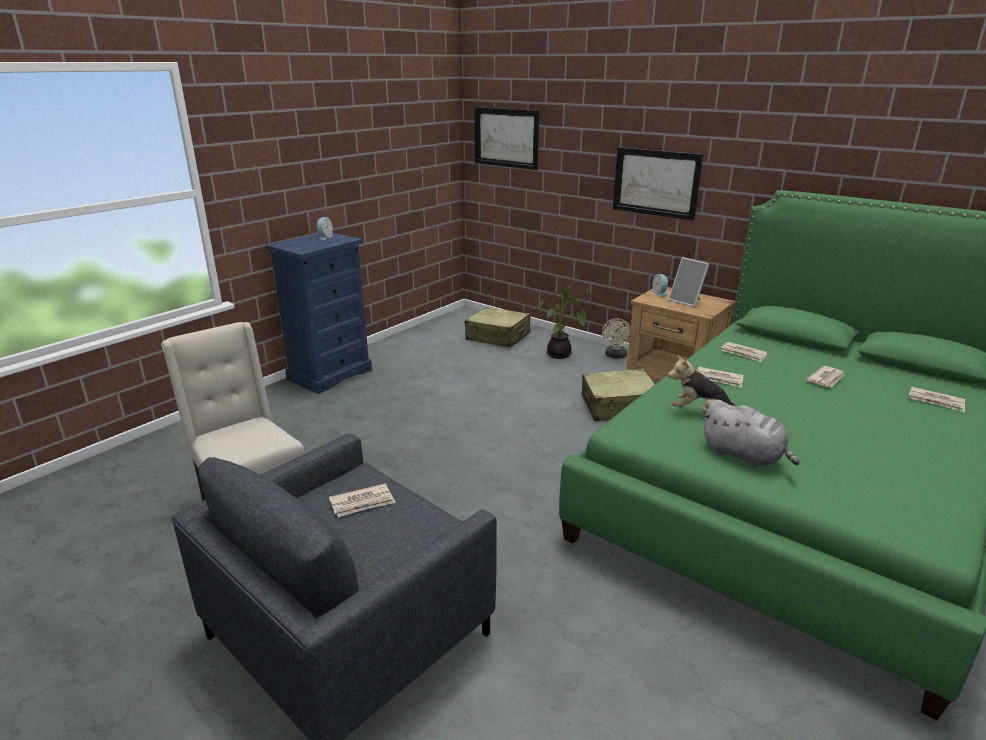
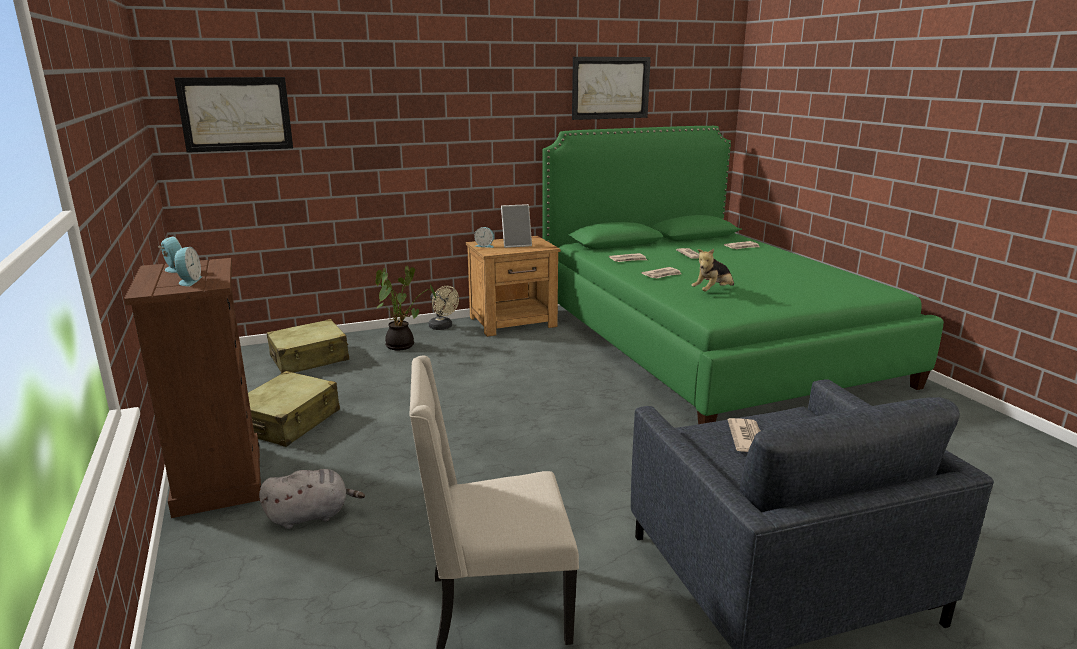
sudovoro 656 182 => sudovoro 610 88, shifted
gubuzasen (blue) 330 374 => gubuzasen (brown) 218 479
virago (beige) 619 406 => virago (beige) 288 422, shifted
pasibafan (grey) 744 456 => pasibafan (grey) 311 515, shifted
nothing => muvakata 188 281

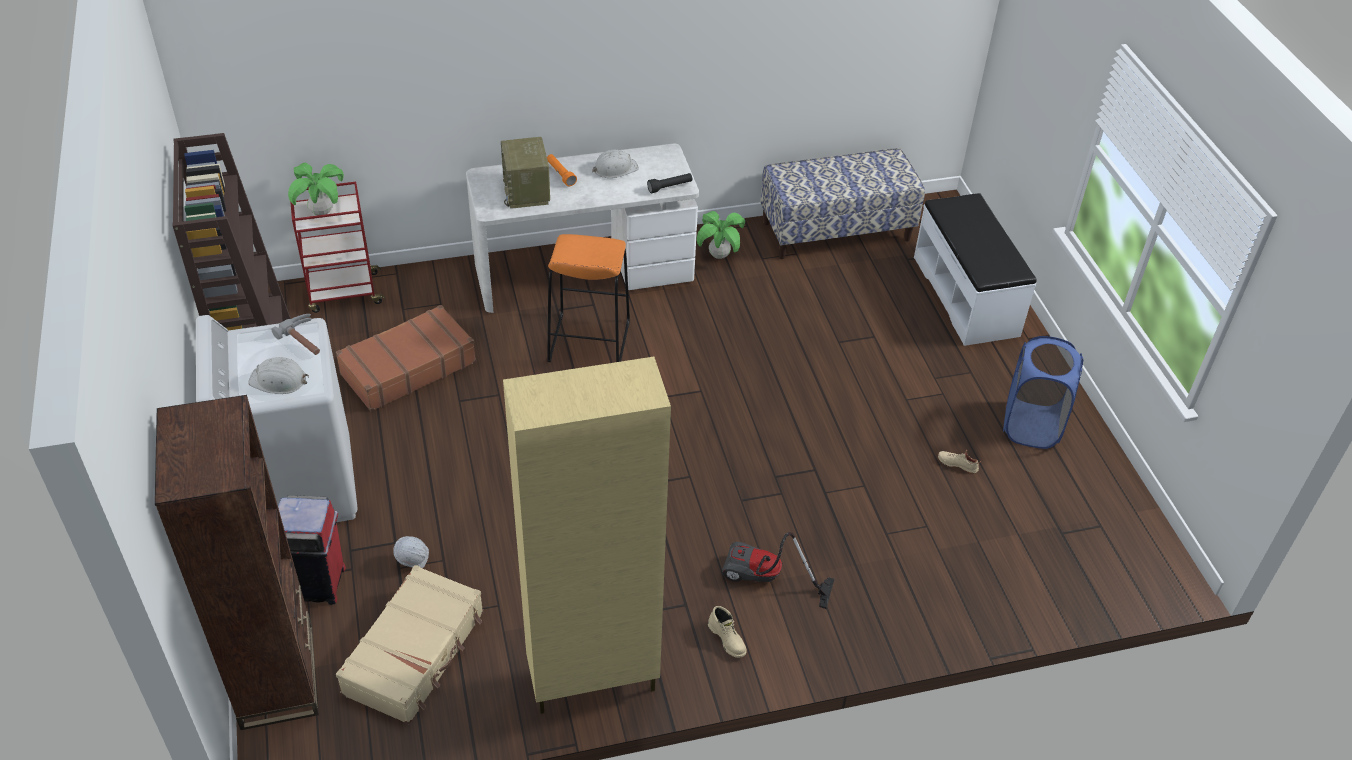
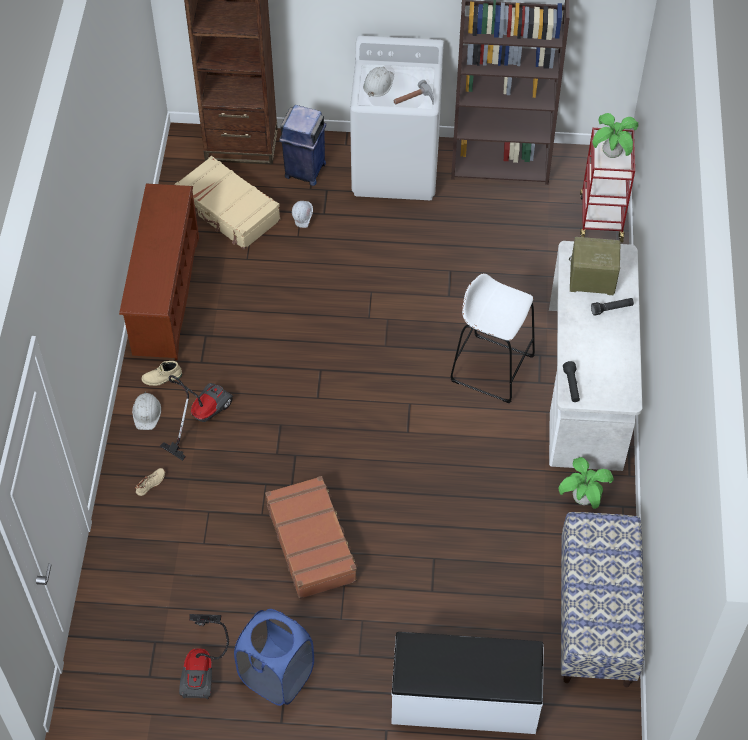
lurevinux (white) 615 168 => lurevinux (white) 147 412, shifted
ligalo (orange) 560 174 => ligalo (black) 611 309
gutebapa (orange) 588 342 => gutebapa (white) 492 368
virago (brown) 407 368 => virago (brown) 312 543, shifted
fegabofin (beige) 591 681 => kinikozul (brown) 165 295
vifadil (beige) 957 464 => vifadil (beige) 151 484, shifted
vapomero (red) 318 584 => vapomero (blue) 304 171
nothing => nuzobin 203 665

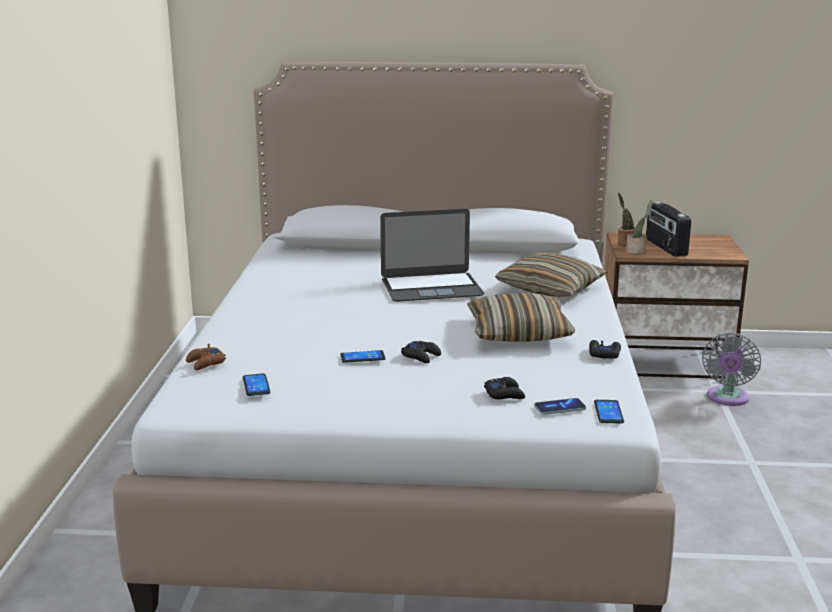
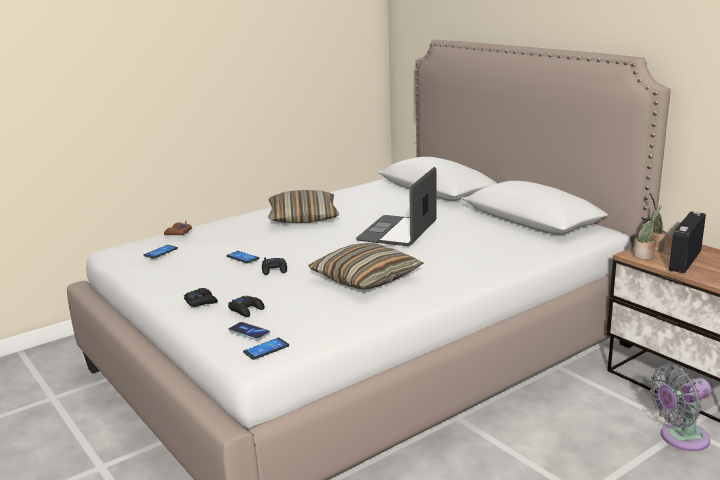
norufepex 431 287 => norufepex 397 231, 75 degrees clockwise
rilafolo 550 288 => rilafolo 303 217, shifted
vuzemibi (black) 604 354 => vuzemibi (black) 201 301, shifted

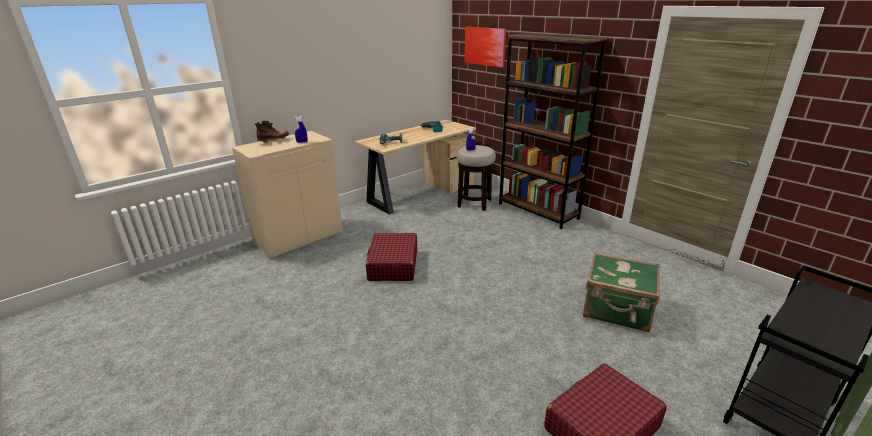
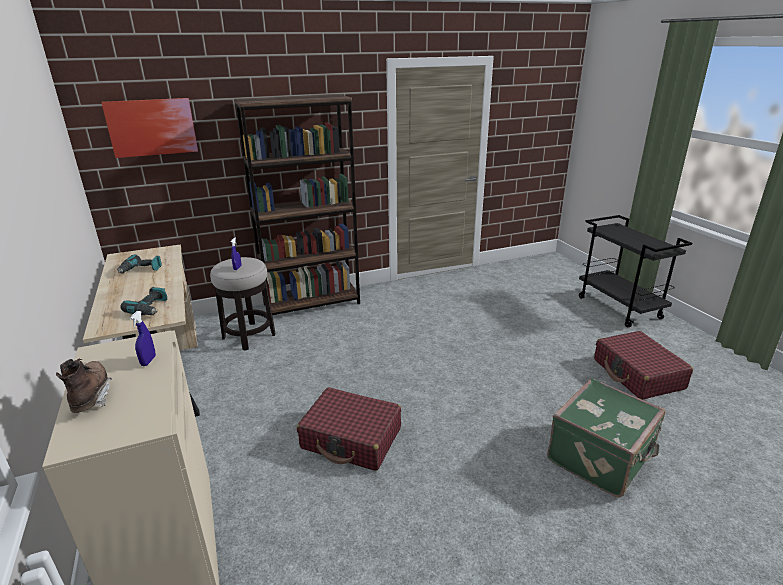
virago (green) 617 310 => virago (green) 601 458, shifted

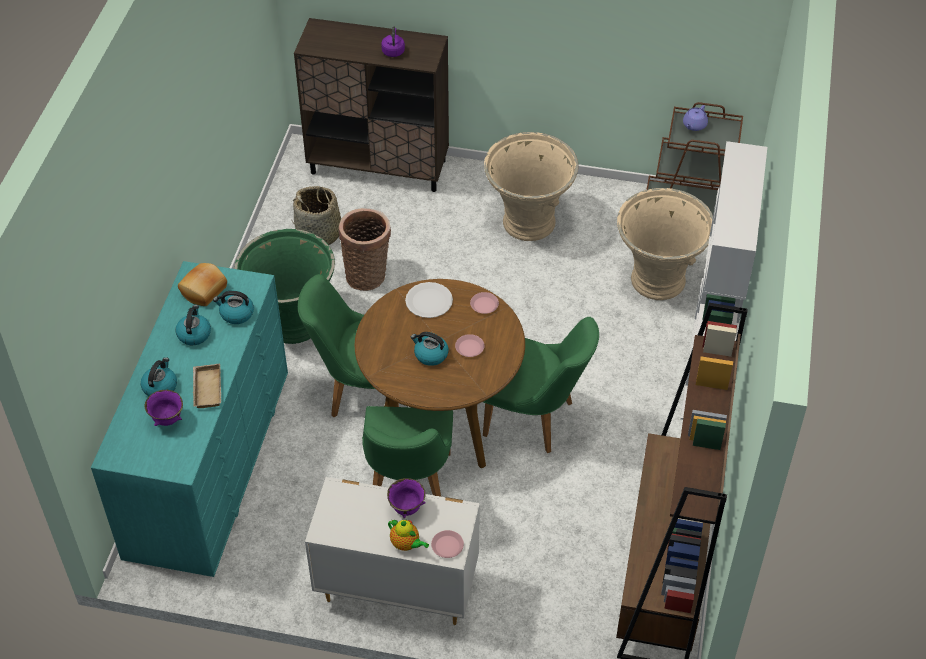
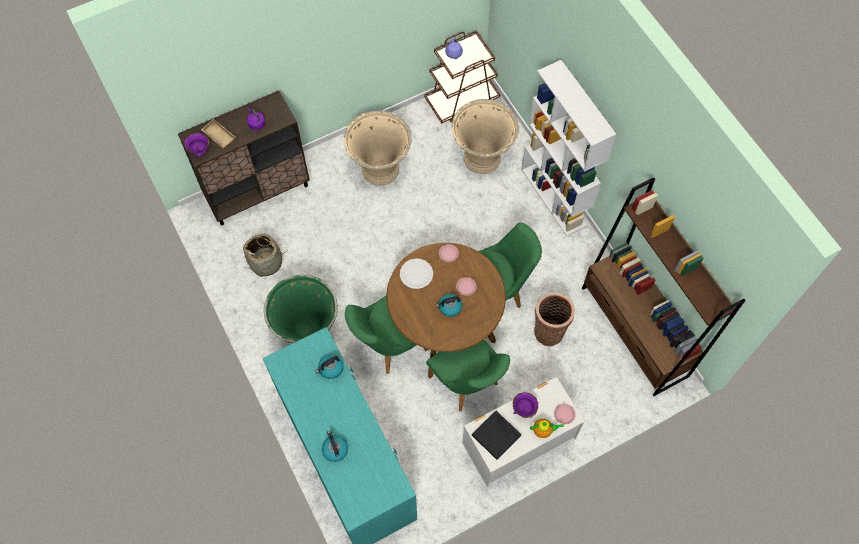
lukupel 367 274 => lukupel 549 330, shifted
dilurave 204 291 => nothing
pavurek 194 334 => nothing
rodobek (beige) 206 388 => rodobek (beige) 218 136, shifted
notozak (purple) 167 420 => notozak (purple) 200 151, shifted
nothing => rodobek (black) 495 435

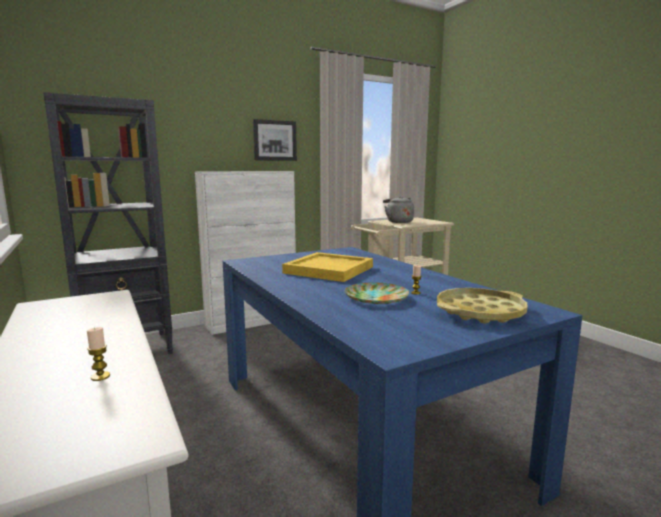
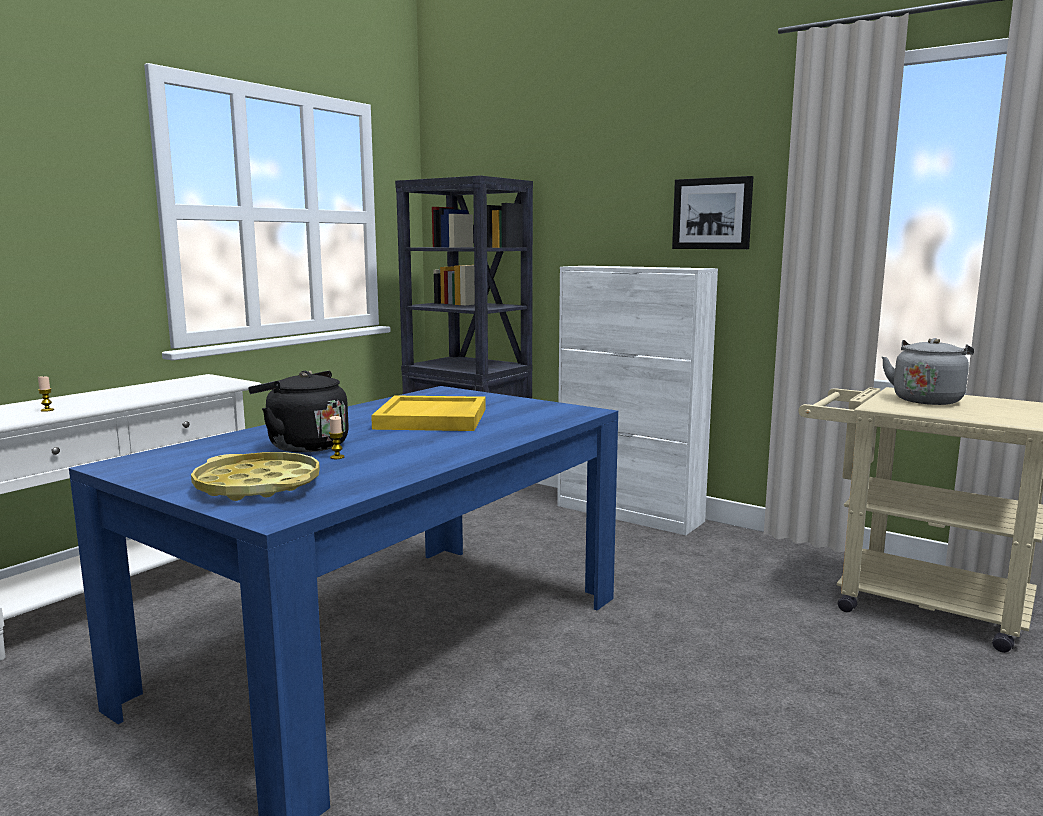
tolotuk 375 297 => pavurek (black) 303 446

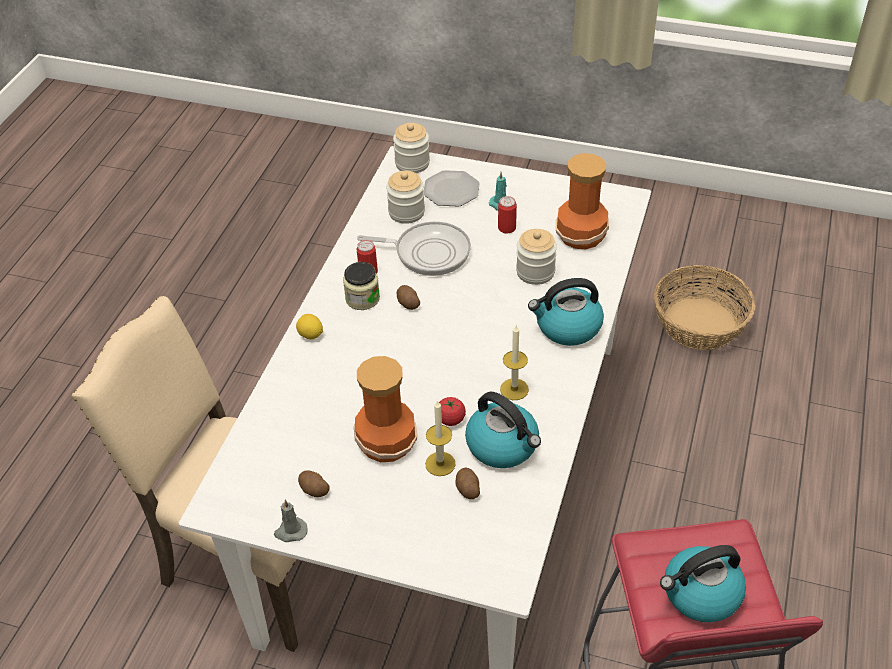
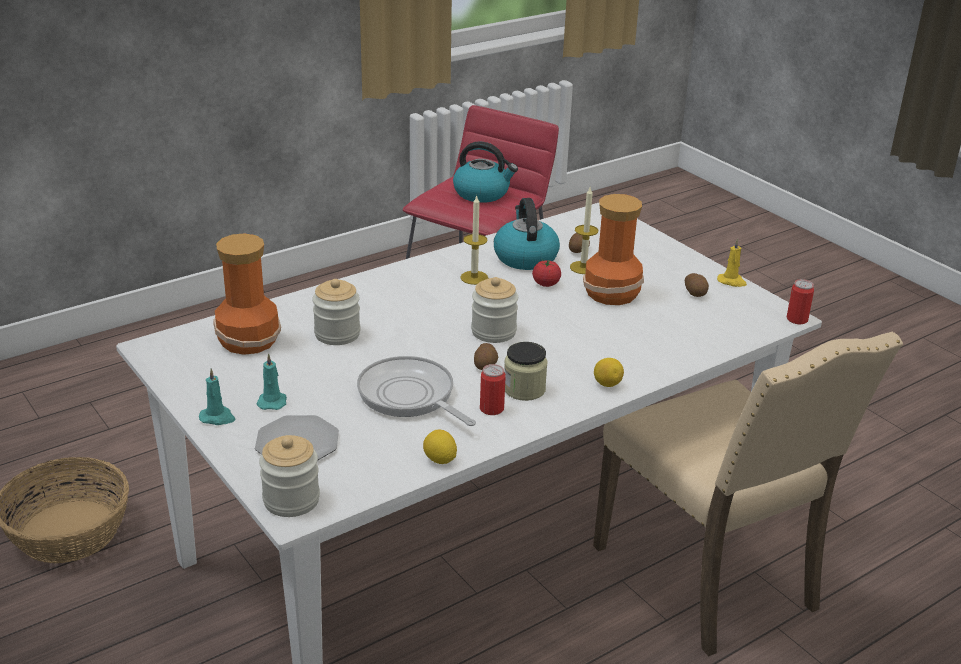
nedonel 406 212 => nedonel 493 332, shifted
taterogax 507 228 => taterogax 797 319, shifted
pavurek 567 327 => nothing
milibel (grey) 290 531 => milibel (yellow) 732 281
nothing => milibel (turquoise) 218 418
nothing => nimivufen 439 460

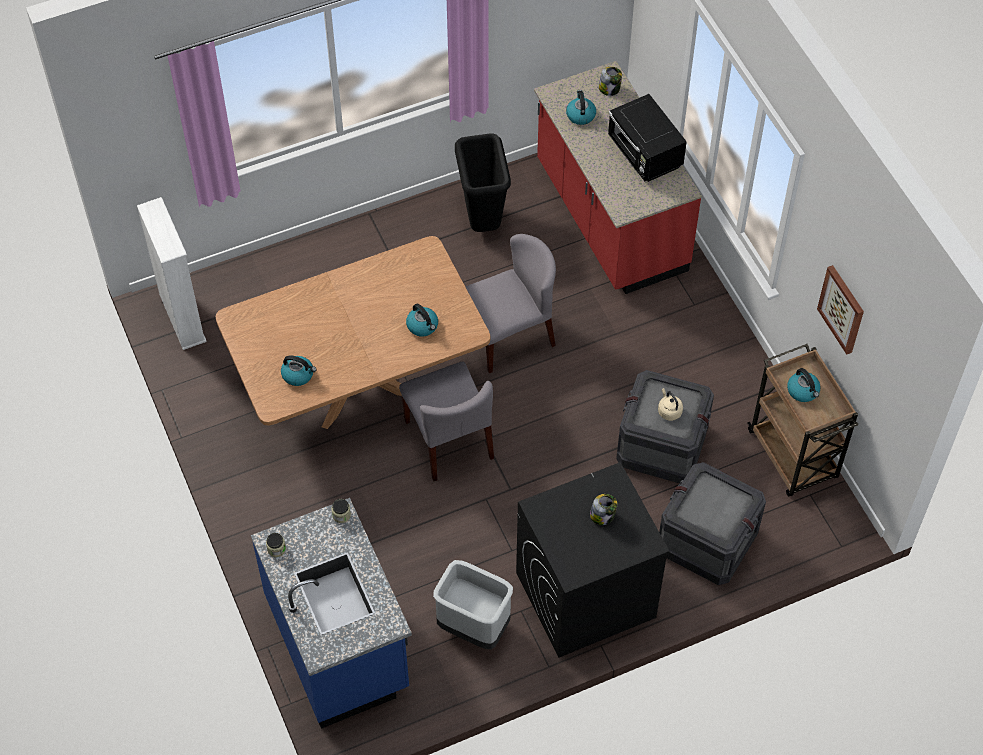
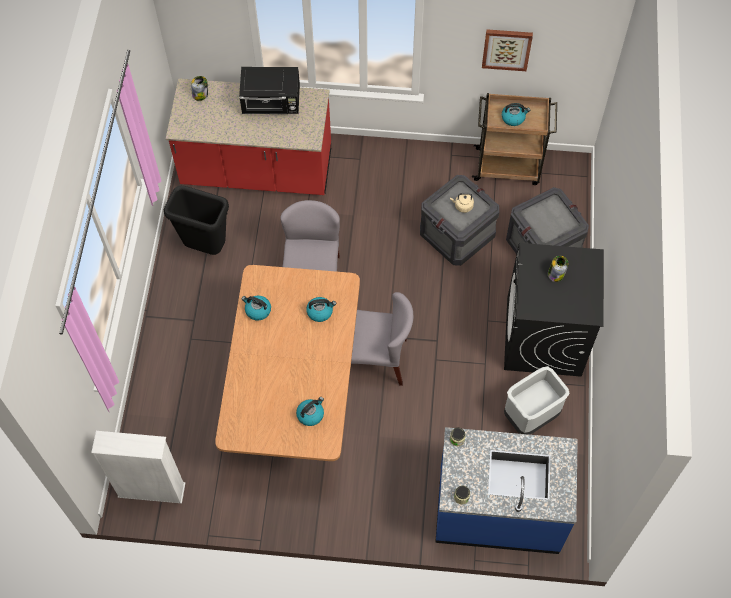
pavurek 580 115 => pavurek 257 310, shifted

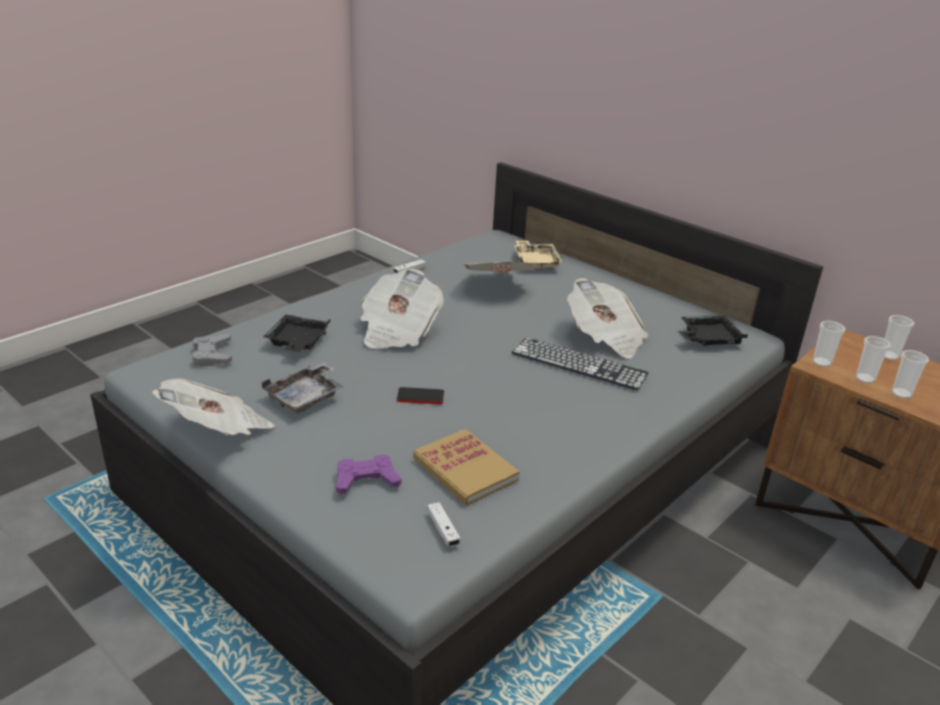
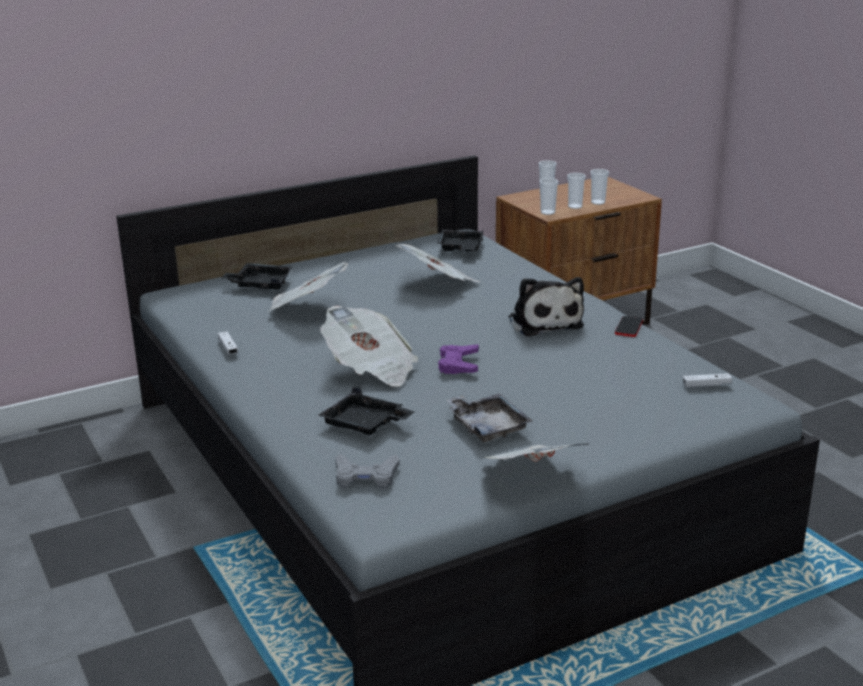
rodobek (beige) 536 262 => rodobek (black) 260 284
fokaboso 579 363 => nothing
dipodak 420 397 => dipodak 629 327, shifted
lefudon 465 470 => nothing
vuzemibi (purple) 366 480 => vuzemibi (purple) 458 364, shifted
nothing => pasibafan 544 322

